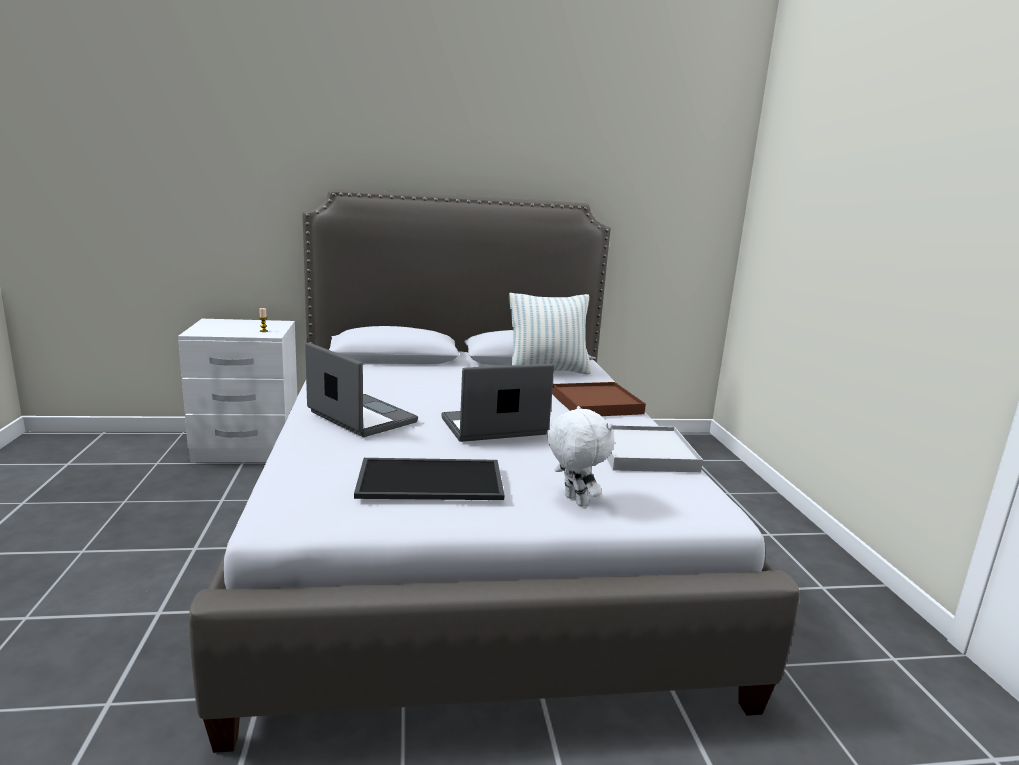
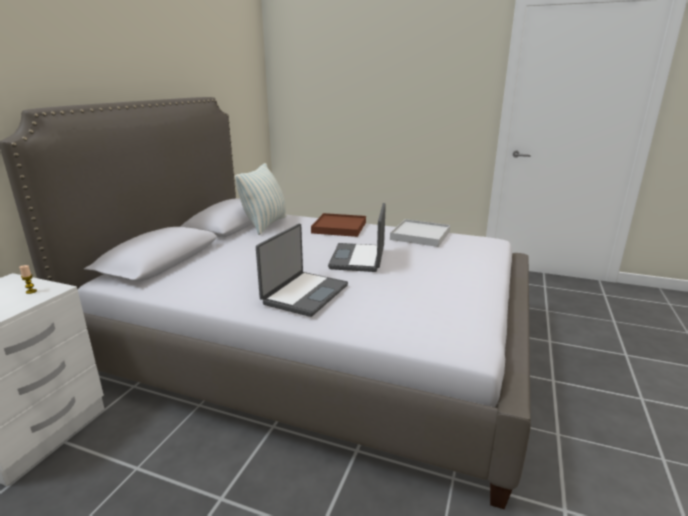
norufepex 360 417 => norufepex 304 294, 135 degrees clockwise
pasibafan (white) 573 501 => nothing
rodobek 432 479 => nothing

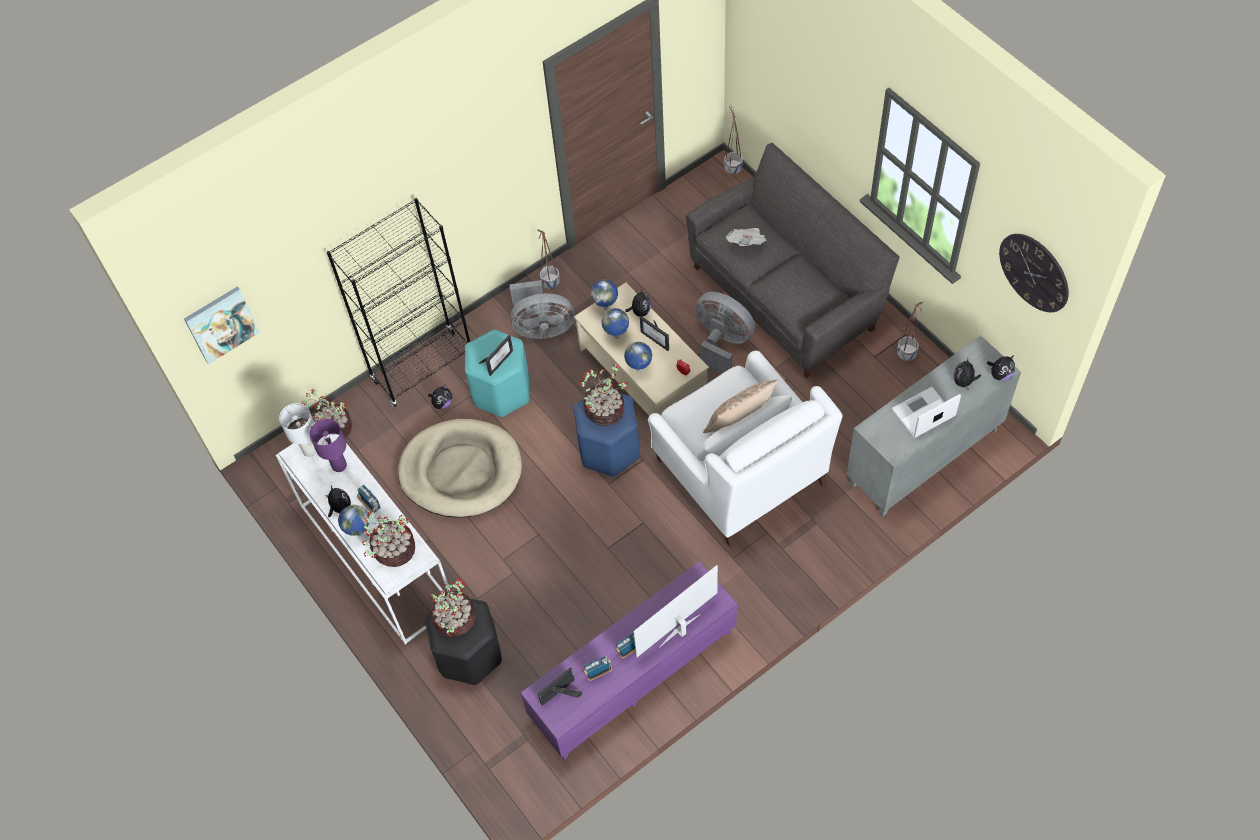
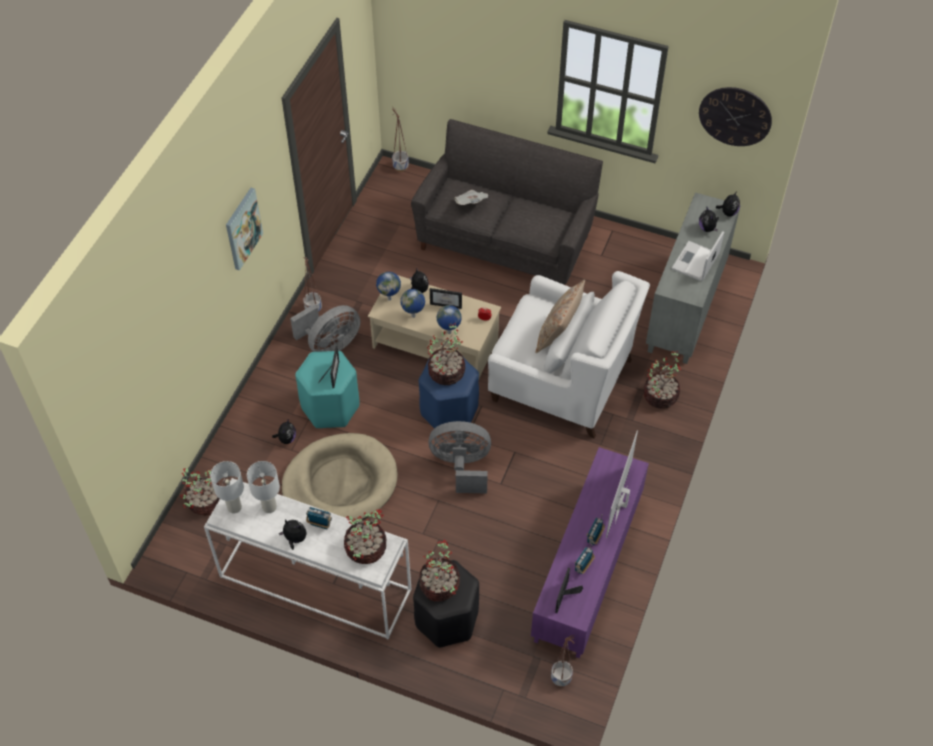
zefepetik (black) 423 368 => nothing
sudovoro 221 324 => sudovoro 242 228, shifted
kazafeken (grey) 722 343 => kazafeken (grey) 462 466, shifted
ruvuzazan 906 354 => ruvuzazan 561 678, shifted
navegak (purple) 339 465 => navegak (white) 269 507
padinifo 359 533 => nothing
nothing => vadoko 661 396

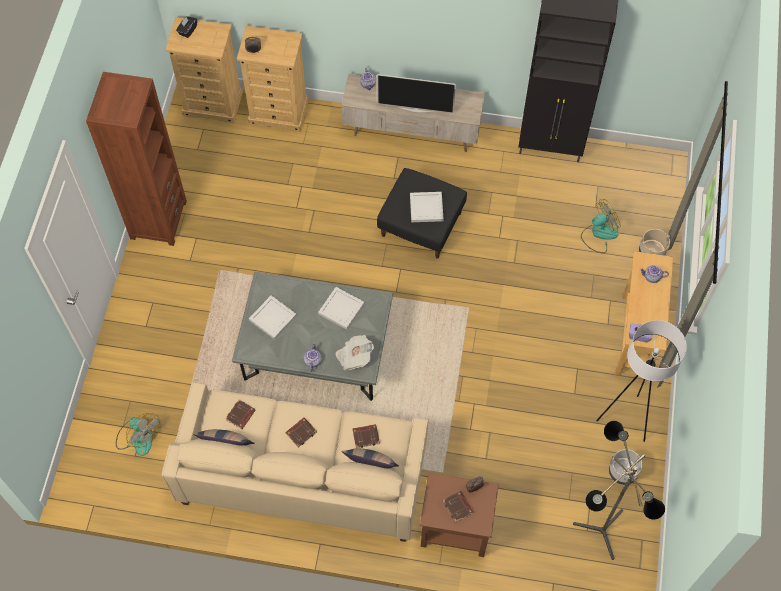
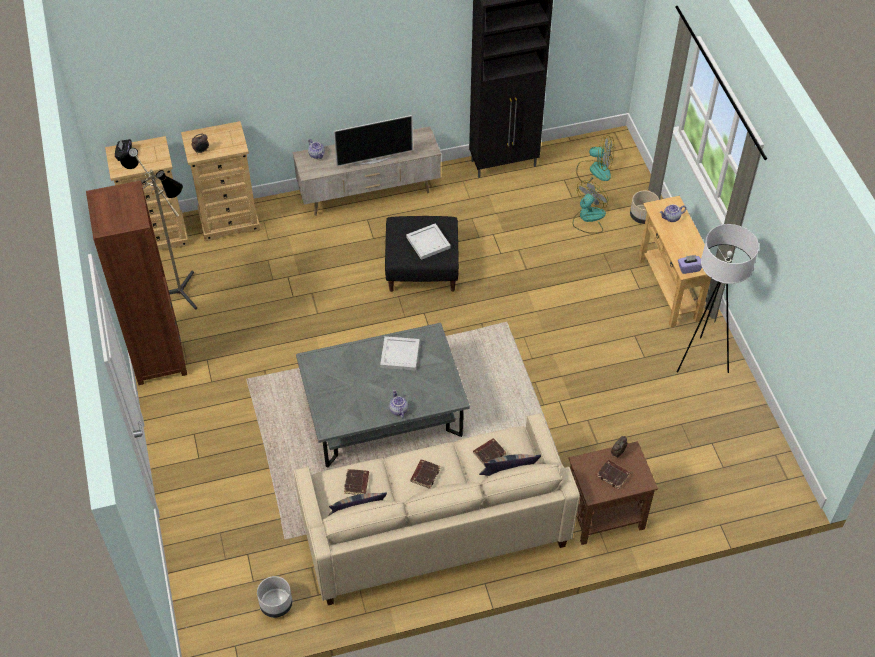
rodobek (white) 272 318 => nothing
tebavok 354 356 => nothing
kazafeken 138 437 => kazafeken 594 170, shifted
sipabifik 596 533 => sipabifik 176 296, shifted
ruvuzazan (grey) 622 472 => ruvuzazan (grey) 276 604, shifted

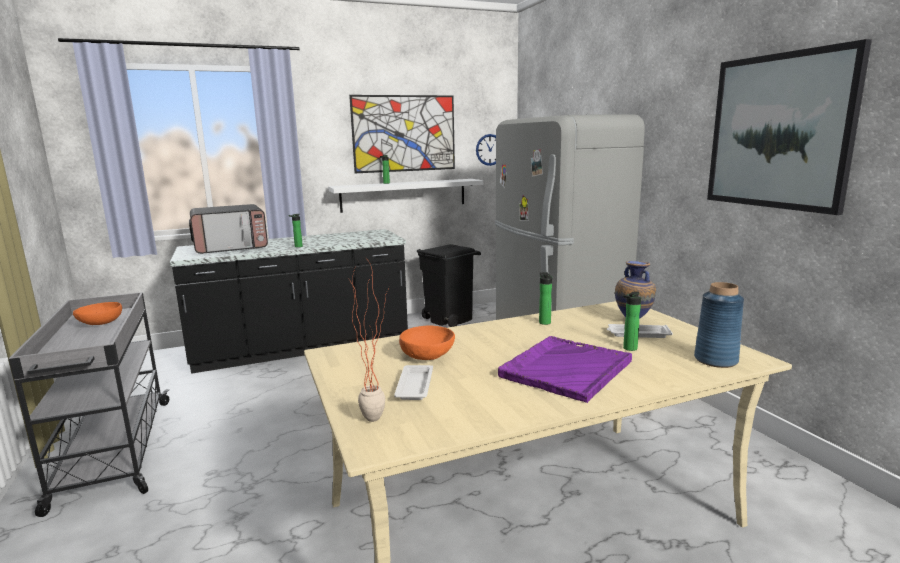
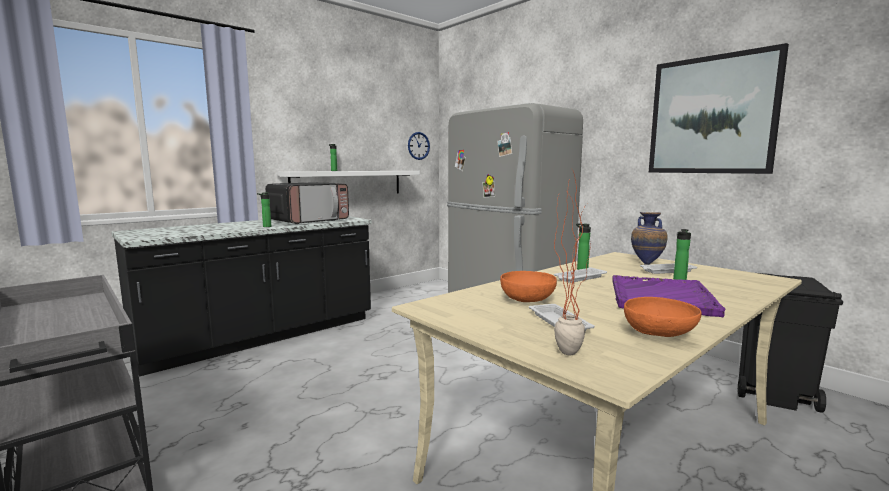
sudovoro 404 133 => nothing
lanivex 231 247 => lanivex 309 221, shifted
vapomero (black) 449 319 => vapomero (black) 773 393, shifted
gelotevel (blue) 716 360 => nothing
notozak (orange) 100 324 => notozak (orange) 659 335, shifted
nothing => rodobek (white) 579 278

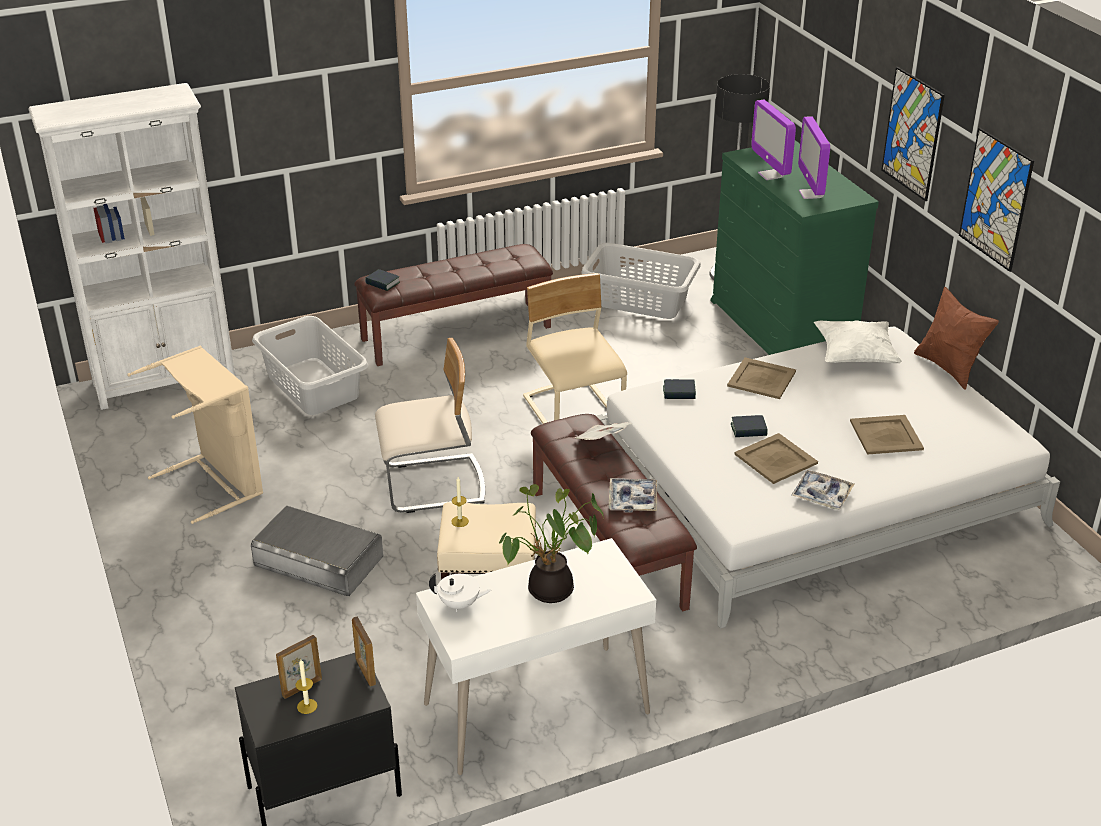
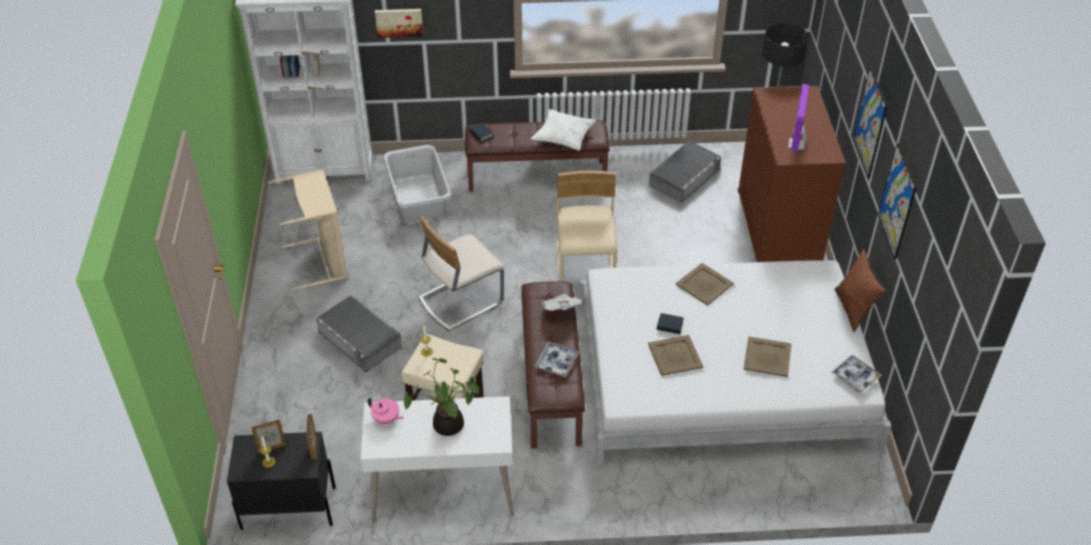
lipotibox 771 175 => nothing
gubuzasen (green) 783 328 => gubuzasen (brown) 779 228
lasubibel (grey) 640 301 => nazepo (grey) 684 178
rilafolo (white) 855 356 => rilafolo (white) 563 139, shifted
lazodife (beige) 433 485 => lazodife (beige) 460 300, 135 degrees clockwise
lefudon 679 393 => nothing
rodobek 822 495 => rodobek 855 377, shifted
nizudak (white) 459 604 => nizudak (pink) 386 419
nothing => sudovoro 399 22

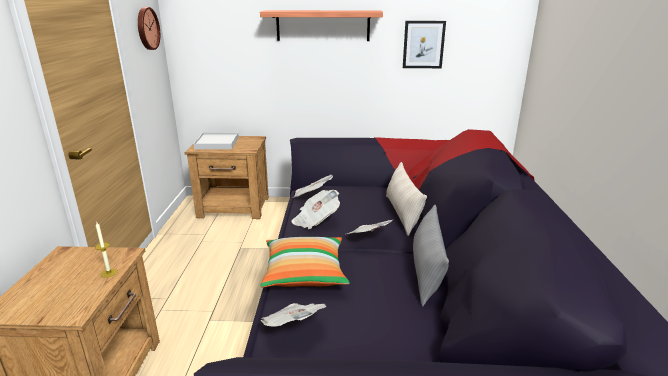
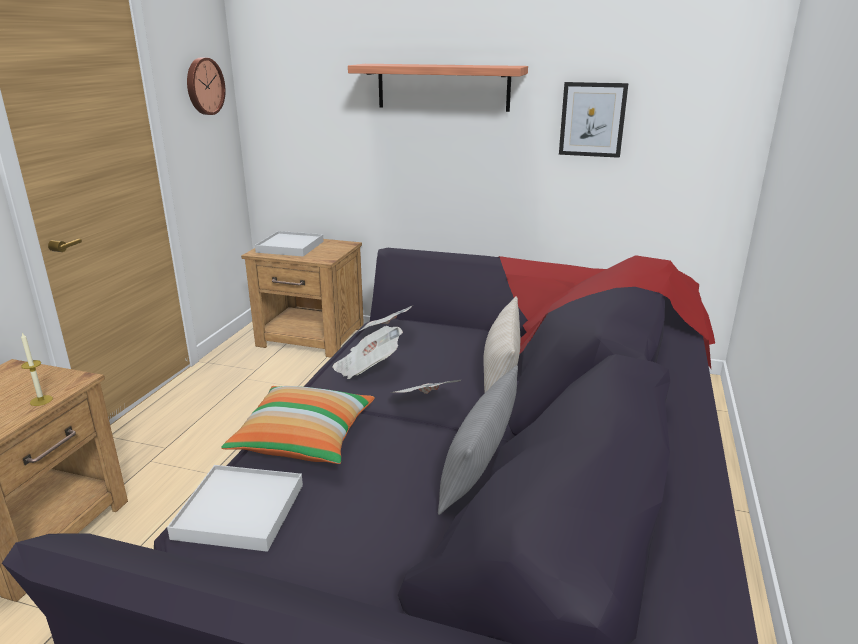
tebavok 293 327 => rodobek (white) 239 511

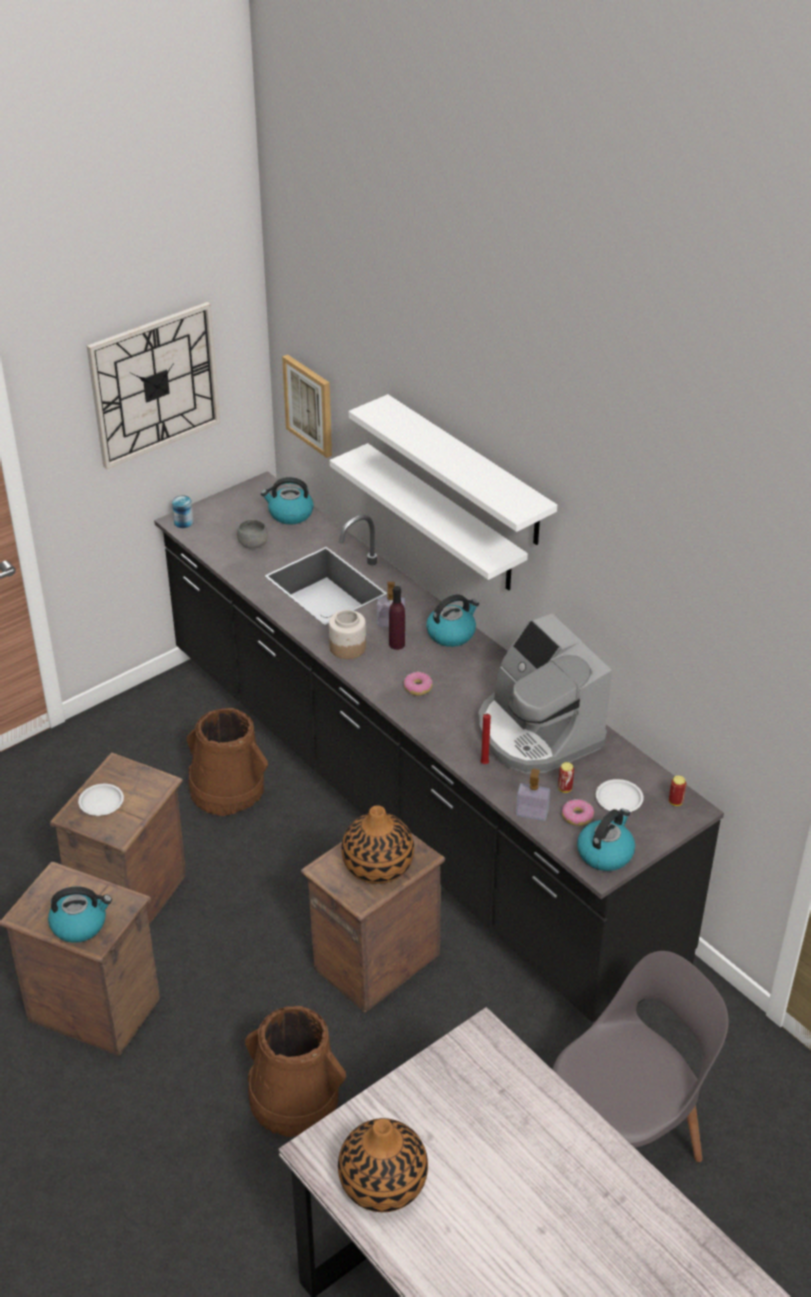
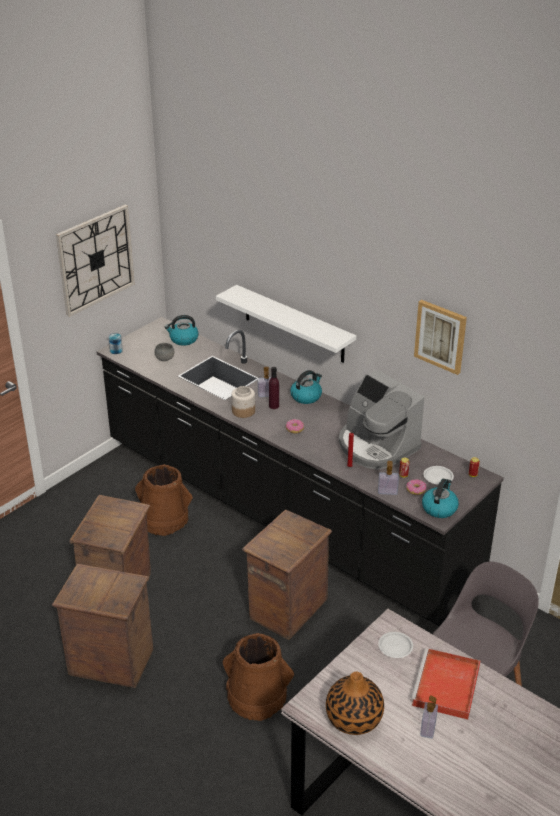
sudovoro 309 405 => sudovoro 441 336, shifted
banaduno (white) 468 471 => nothing
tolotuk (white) 101 802 => tolotuk (white) 395 647, shifted
gelotevel 378 865 => nothing
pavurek 80 924 => nothing
nothing => rodobek (red) 446 687
nothing => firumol 428 728

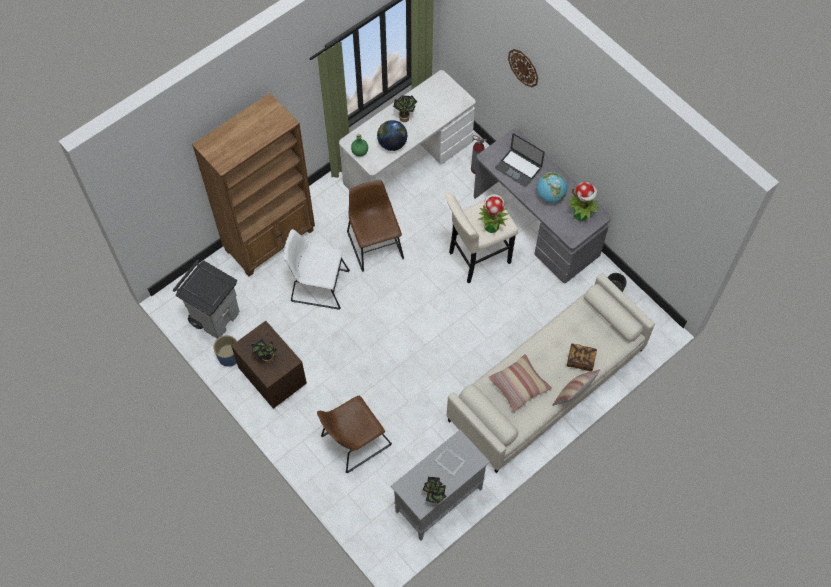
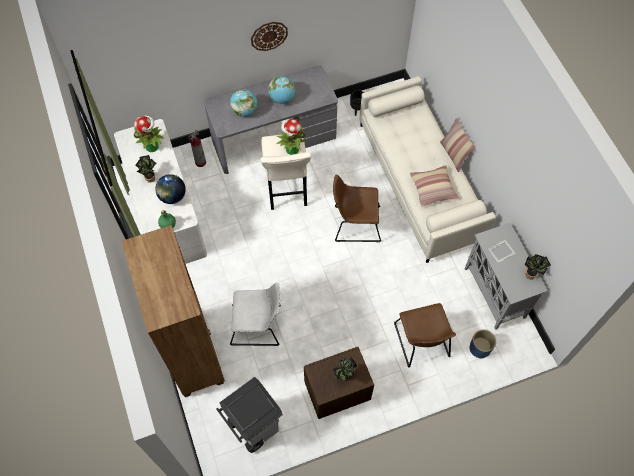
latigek 523 67 => latigek 269 36, shifted
norufepex 518 168 => padinifo 244 111
lazodife (brown) 374 243 => lazodife (brown) 354 224, shifted
vadoko 581 214 => vadoko 152 146, shifted
lazodife (white) 317 285 => lazodife (white) 258 325, 120 degrees counterclockwise
ruvuzazan (blue) 229 356 => ruvuzazan (blue) 479 348, shifted
lefudon 580 360 => nothing

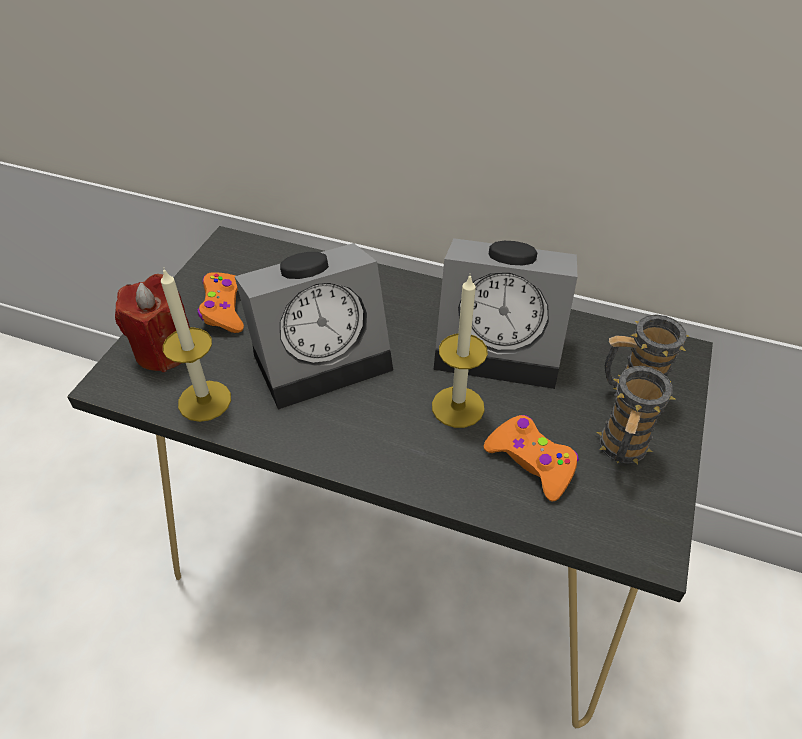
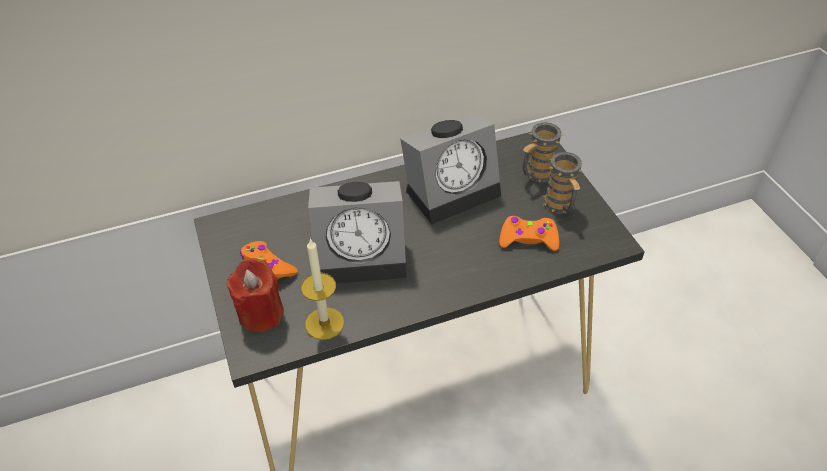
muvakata 324 356 => muvakata 363 255, 60 degrees clockwise
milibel 458 407 => nothing

